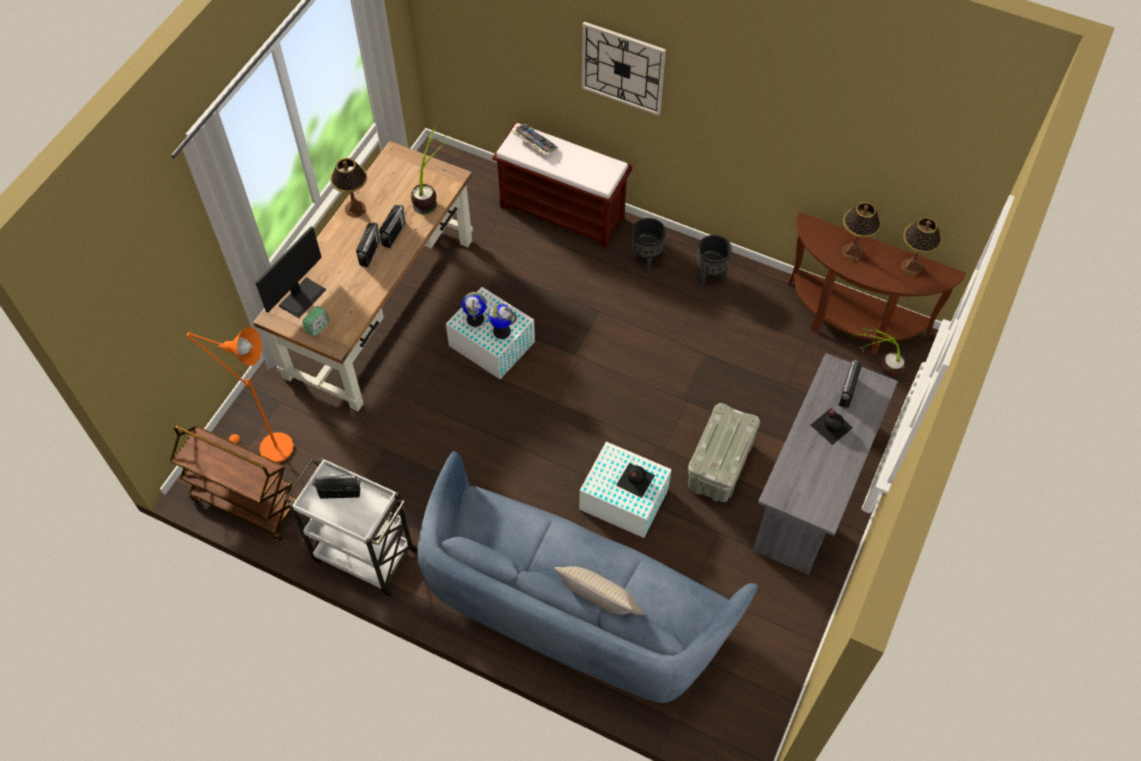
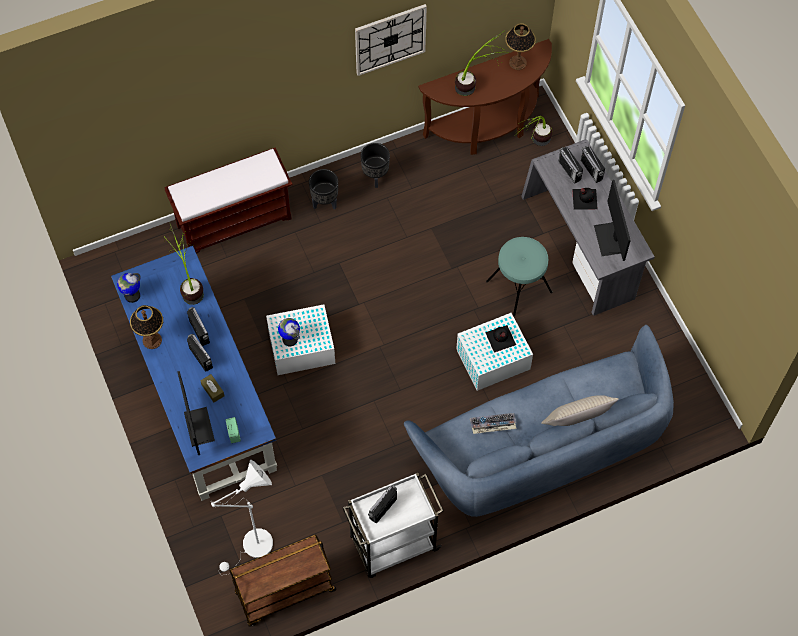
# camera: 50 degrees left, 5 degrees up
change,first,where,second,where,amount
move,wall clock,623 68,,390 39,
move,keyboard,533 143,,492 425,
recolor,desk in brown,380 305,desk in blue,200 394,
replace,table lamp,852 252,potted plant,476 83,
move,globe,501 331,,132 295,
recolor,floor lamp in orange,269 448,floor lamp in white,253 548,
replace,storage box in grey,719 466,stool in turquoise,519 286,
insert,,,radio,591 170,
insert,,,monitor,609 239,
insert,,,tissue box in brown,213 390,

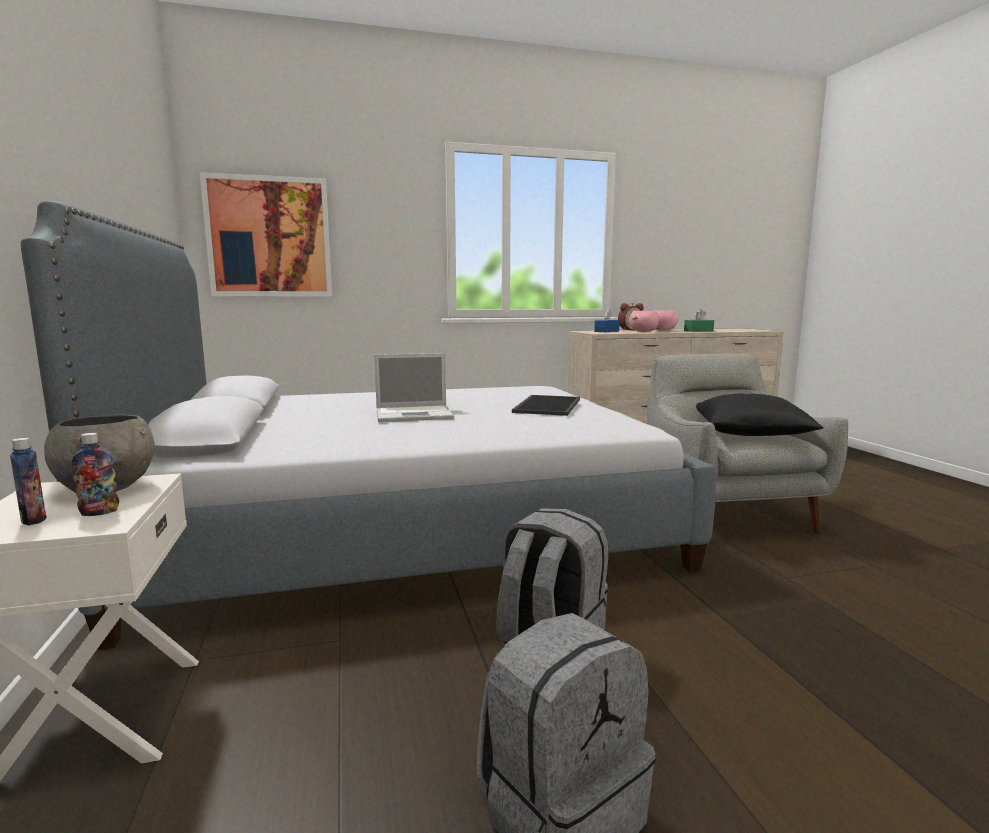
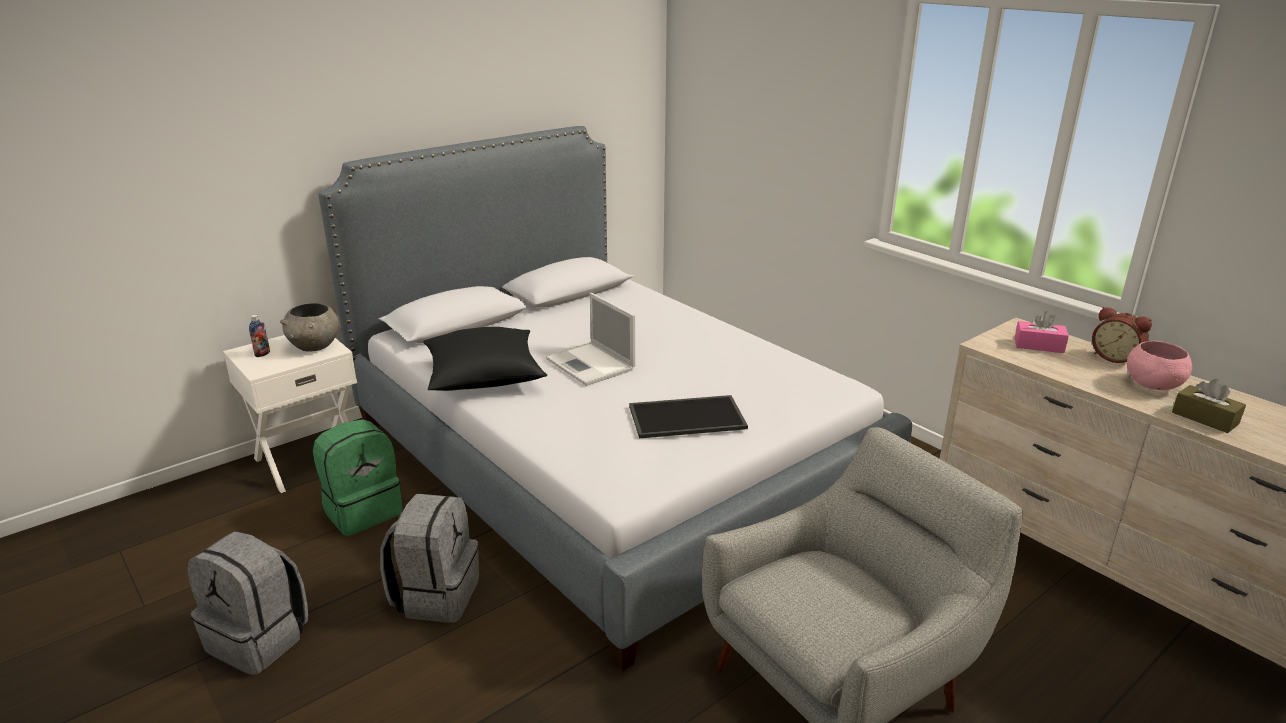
# camera: 65 degrees right, 15 degrees up
change,first,where,second,where,amount
delete,picture,269 237,,,
recolor,tissue box in blue,606 331,tissue box in pink,1038 345,
recolor,tissue box in green,698 331,tissue box in brown,1204 418,
delete,bowl in pink,643 332,,,
move,pillow in black,750 434,,484 377,
delete,bottle,99 512,,,
insert,,,backpack in green,363 511,

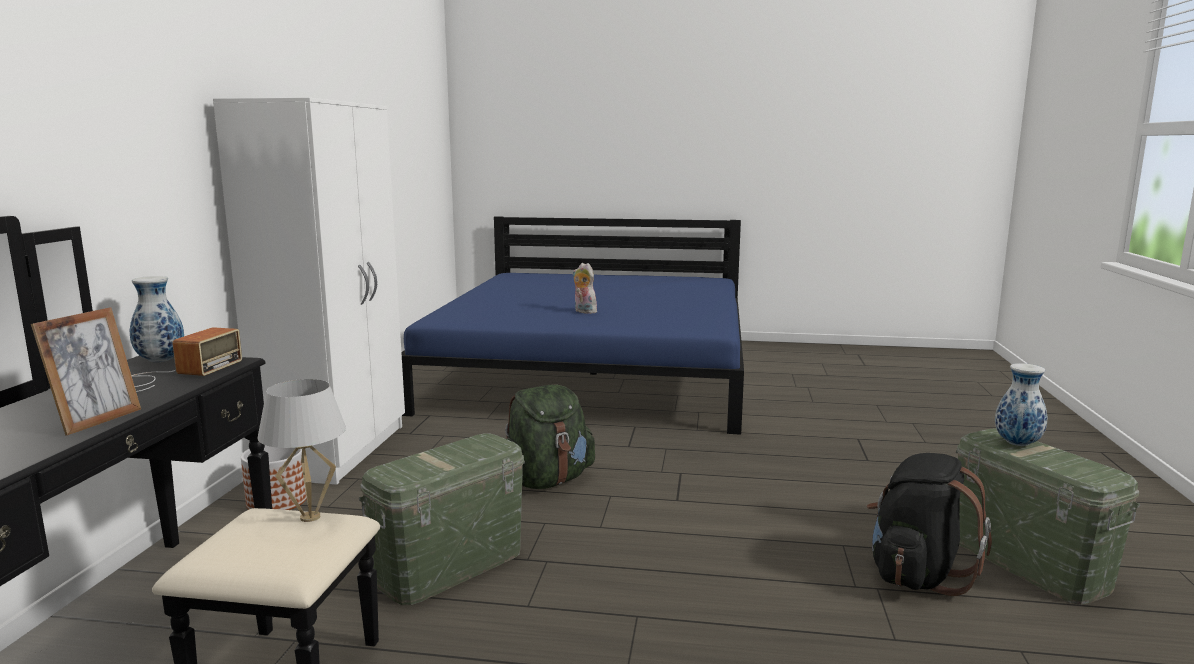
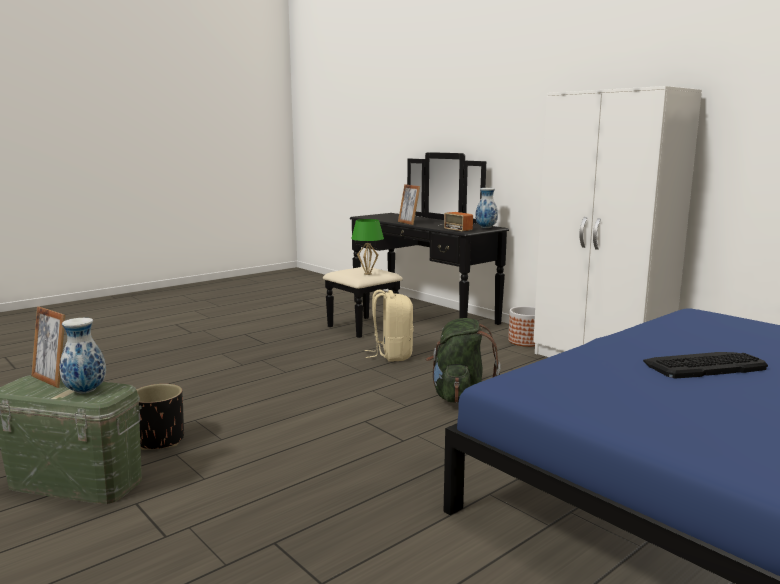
# camera: 130 degrees right, 0 degrees up
change,first,where,second,where,amount
replace,plush toy,583 311,keyboard,703 365,
recolor,table lamp in white,310 517,table lamp in green,367 274,
replace,storage box in green,450 567,backpack in beige,392 355,
replace,backpack in black,916 574,planter in black,160 440,
insert,,,picture frame,52 379,

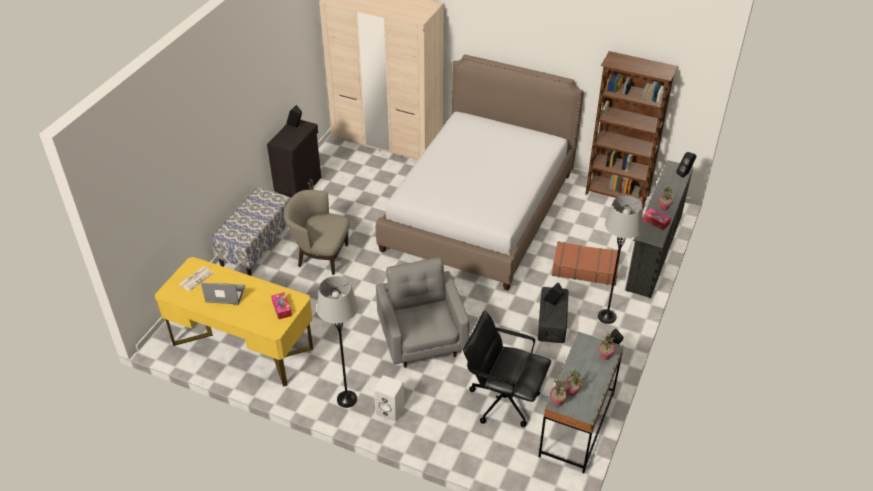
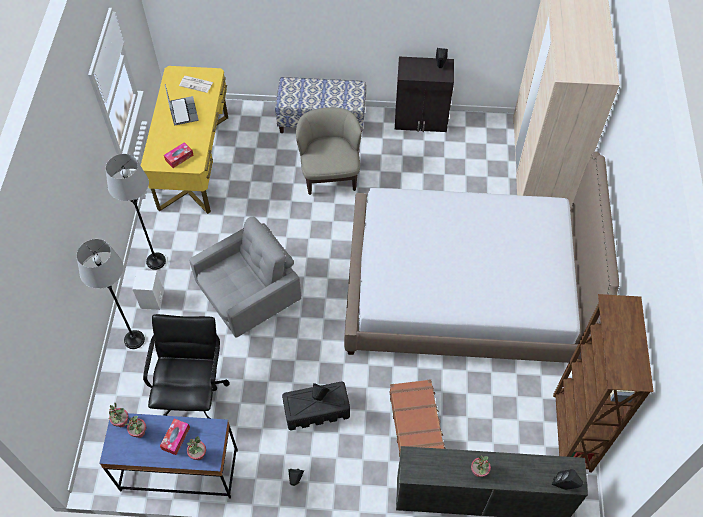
# camera: 70 degrees right, 15 degrees up
change,first,where,second,where,amount
move,floor lamp in grey,607 317,,134 340,
move,tissue box,656 222,,176 438,
recolor,desk in grey,576 425,desk in blue,179 470,

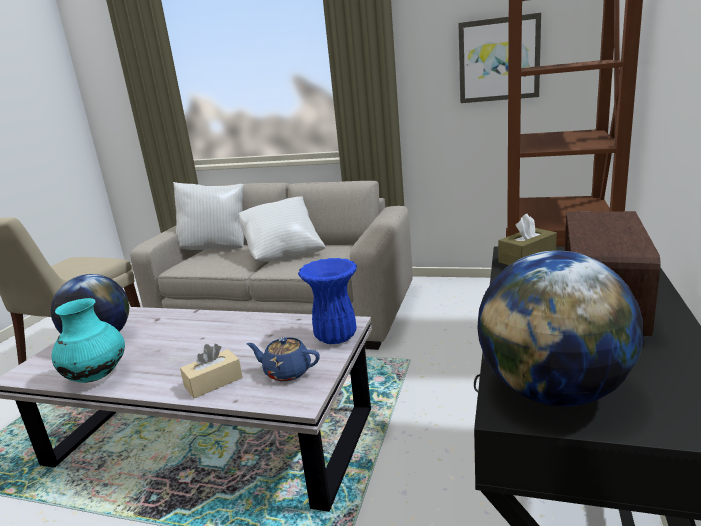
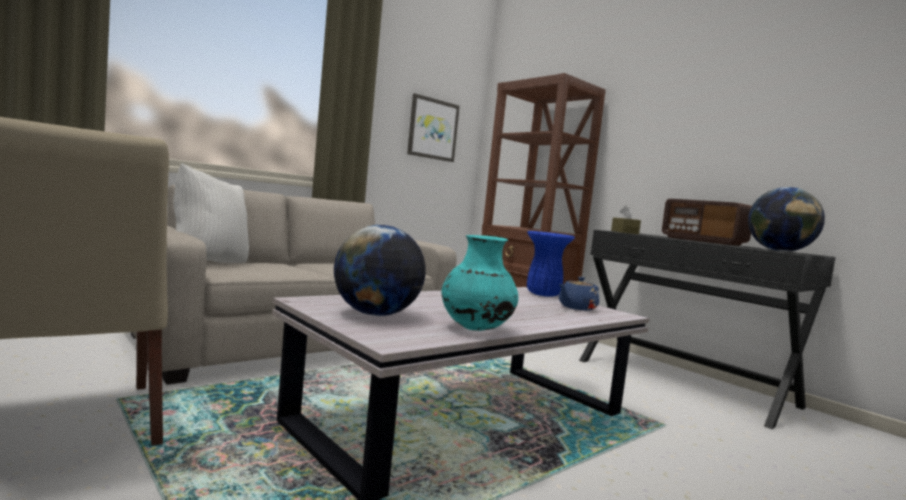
# camera: 60 degrees left, 15 degrees down
change,first,where,second,where,amount
delete,pillow in white,283 254,,,
delete,tissue box in beige,213 382,,,

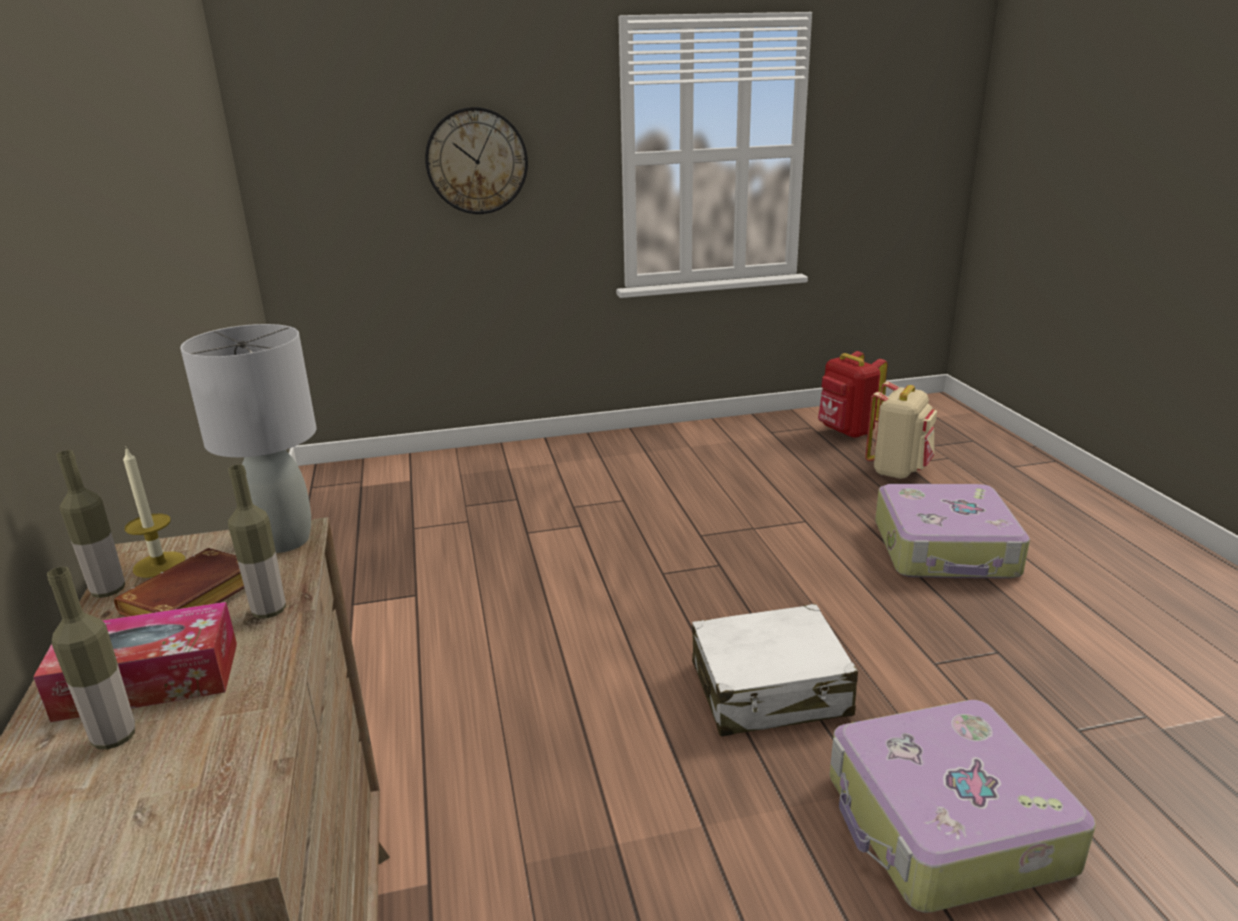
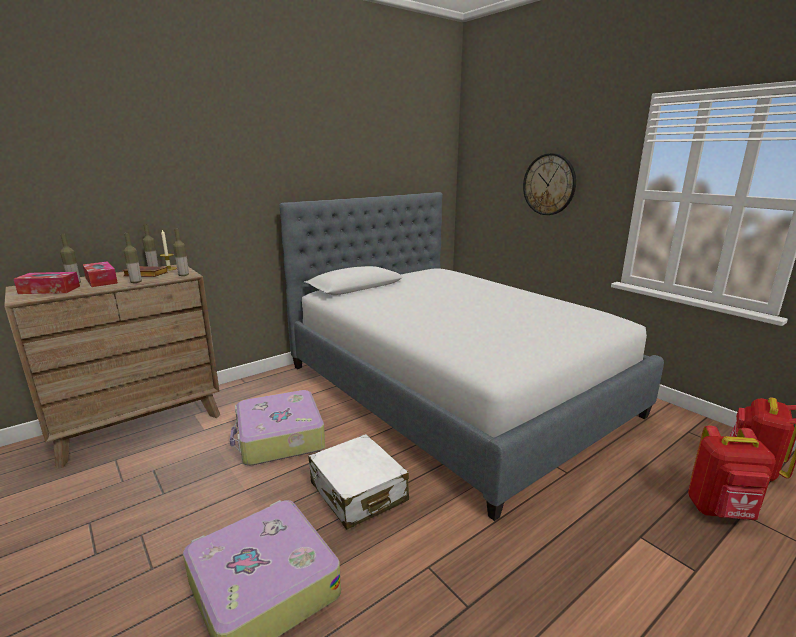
# camera: 65 degrees right, 5 degrees down
change,first,where,second,where,amount
replace,table lamp in grey,285 541,bottle,183 275,
recolor,backpack in beige,898 470,backpack in red,721 511,
move,suitcase,946 550,,279 438,
insert,,,bed,453 389,
insert,,,tissue box,49 290,

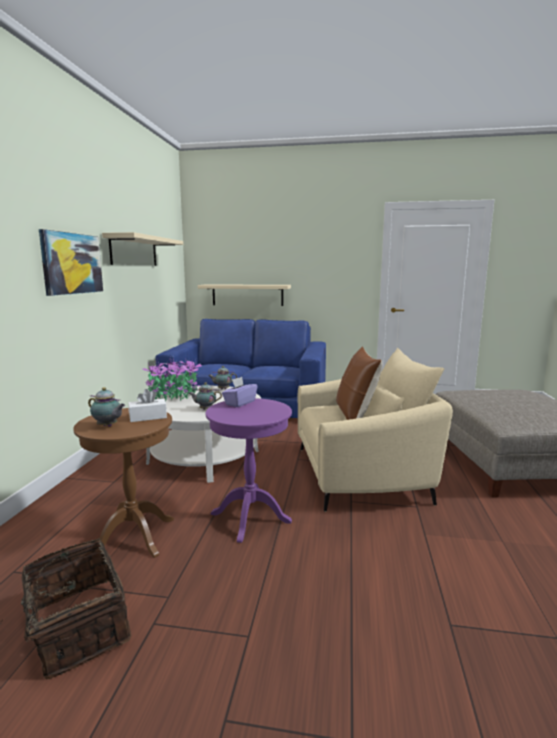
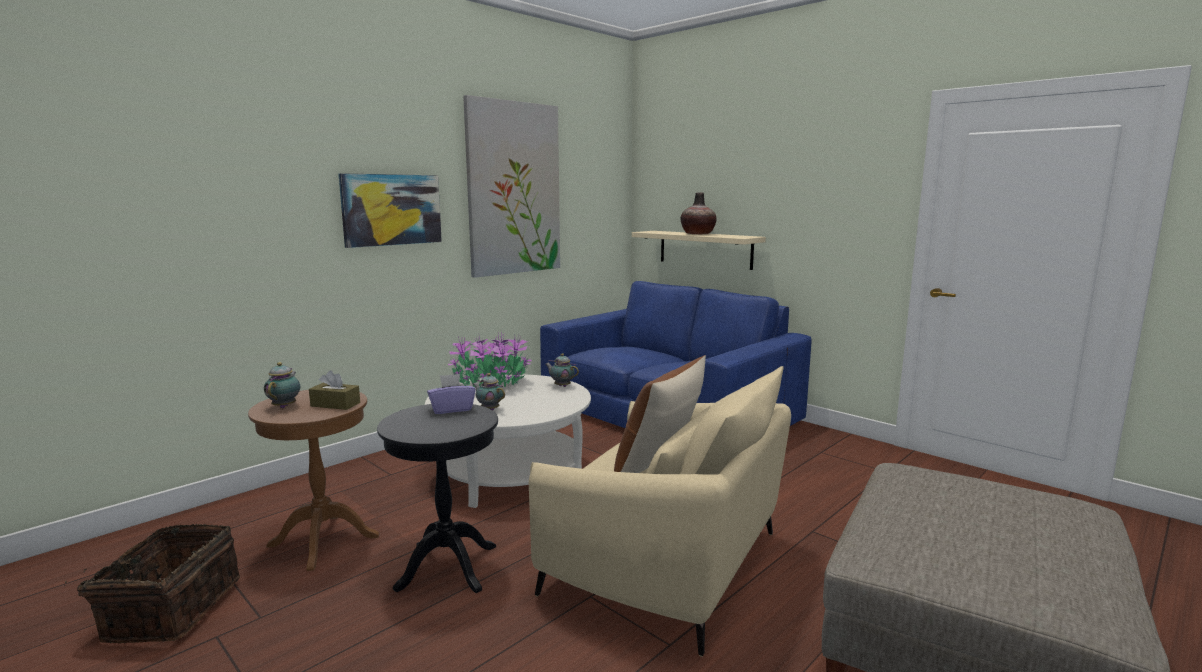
# camera: 35 degrees right, 0 degrees up
change,first,where,second,where,amount
replace,shelf in beige,134 251,picture,514 189,
rotate,teapot,108 426,,285 406,150 degrees counterclockwise
recolor,tissue box in white,148 417,tissue box in brown,335 404,
recolor,side table in purple,250 517,side table in black,447 567,
insert,,,vase,697 234,

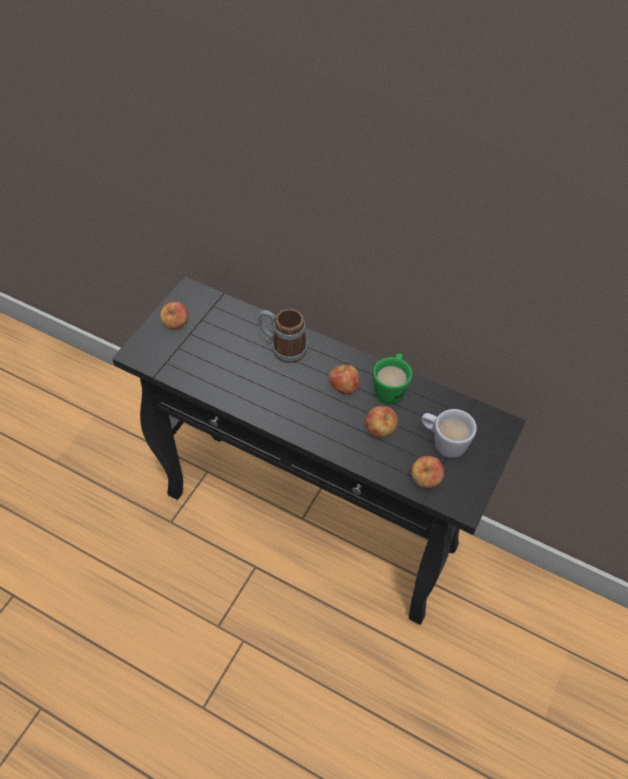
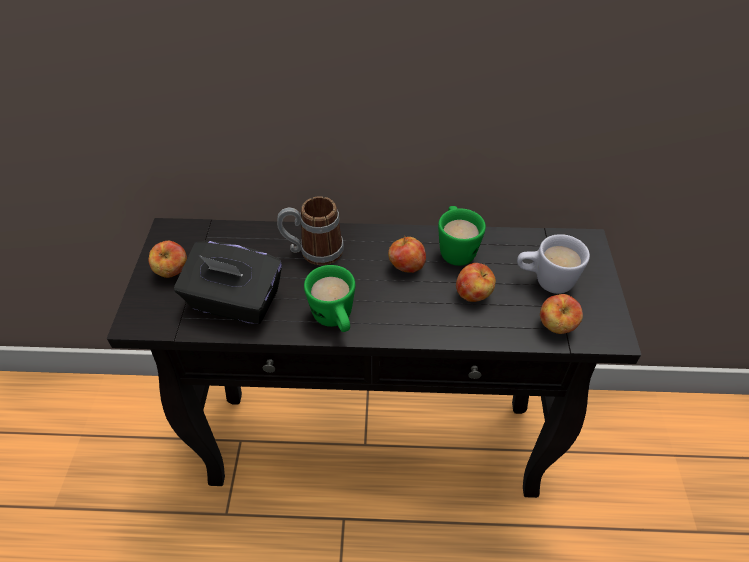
# camera: 25 degrees left, 5 degrees down
change,first,where,second,where,amount
insert,,,tissue box in black,234 302,
insert,,,mug in green,335 321,

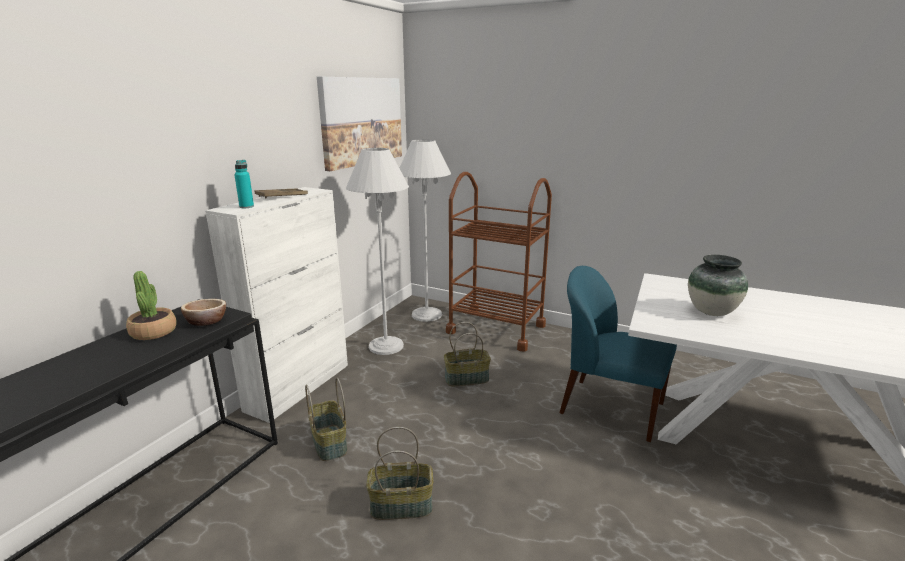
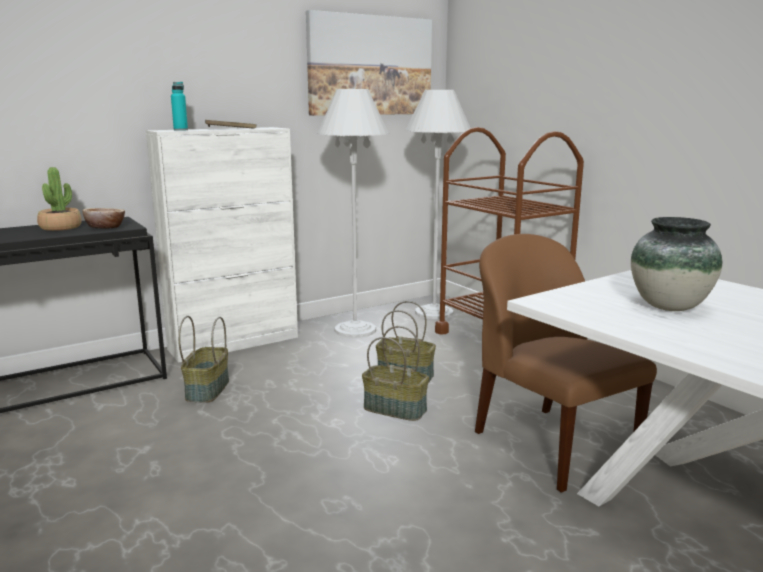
# camera: 30 degrees right, 5 degrees down
change,first,where,second,where,amount
recolor,chair in blue,609 408,chair in brown,550 445,
move,basket,402 505,,396 409,

